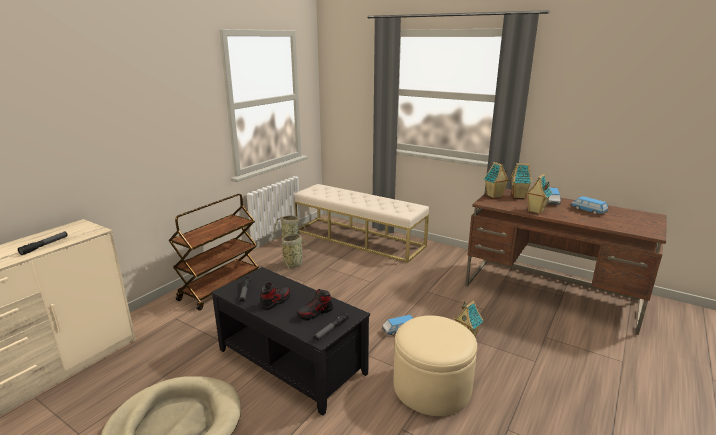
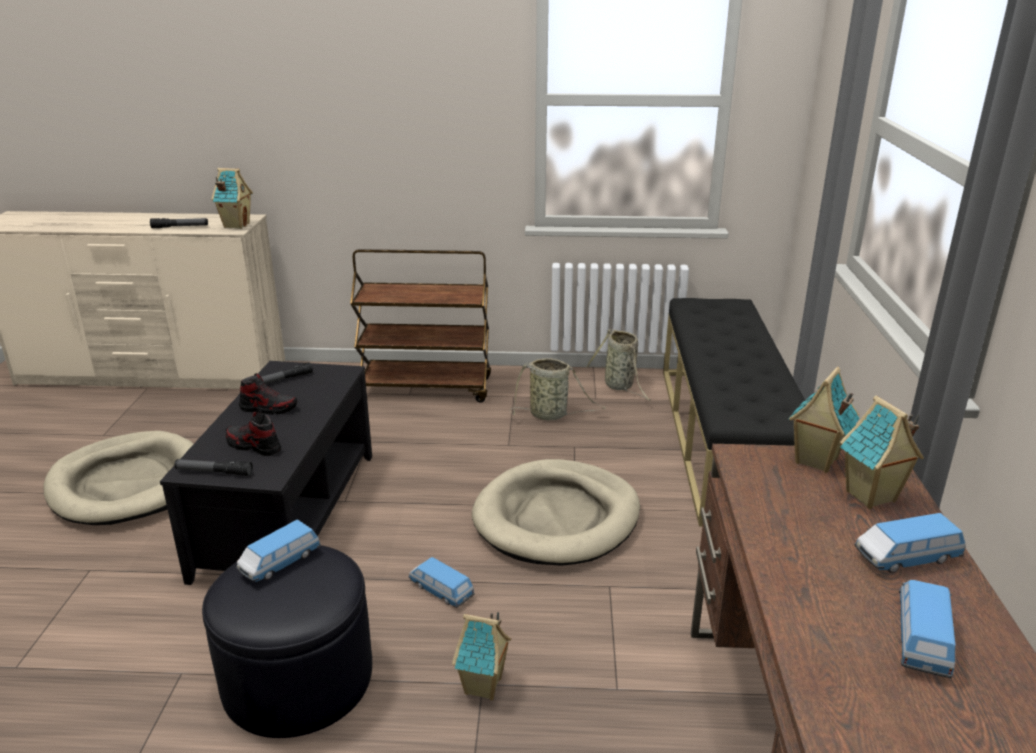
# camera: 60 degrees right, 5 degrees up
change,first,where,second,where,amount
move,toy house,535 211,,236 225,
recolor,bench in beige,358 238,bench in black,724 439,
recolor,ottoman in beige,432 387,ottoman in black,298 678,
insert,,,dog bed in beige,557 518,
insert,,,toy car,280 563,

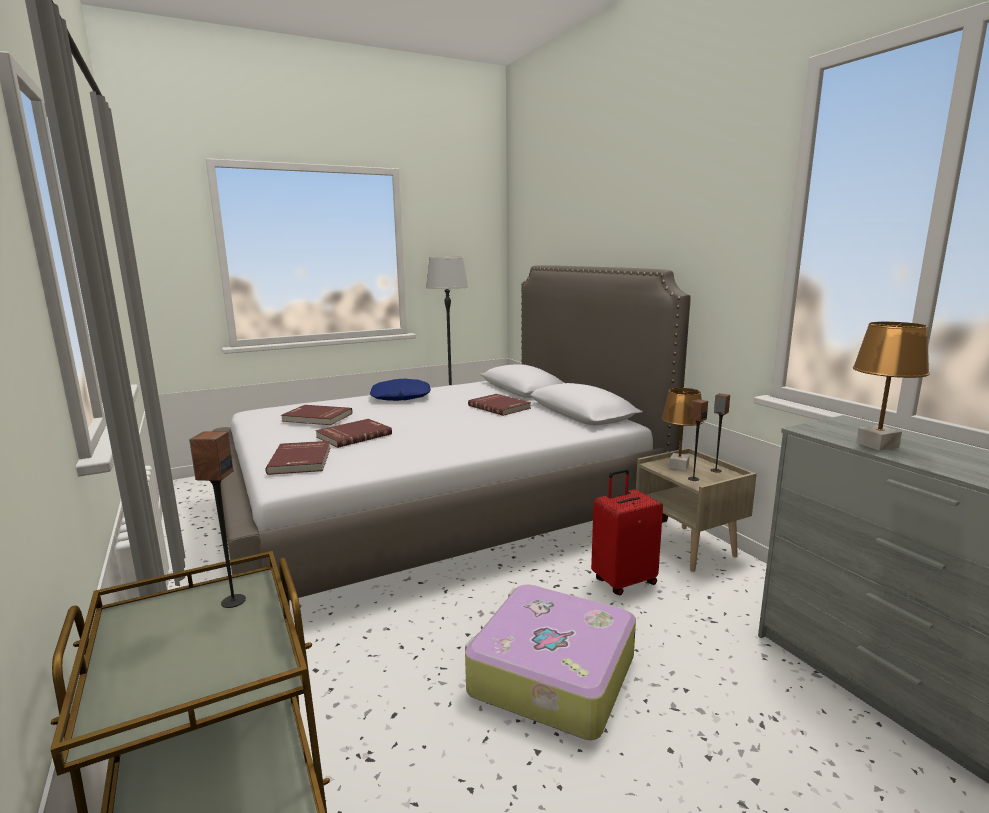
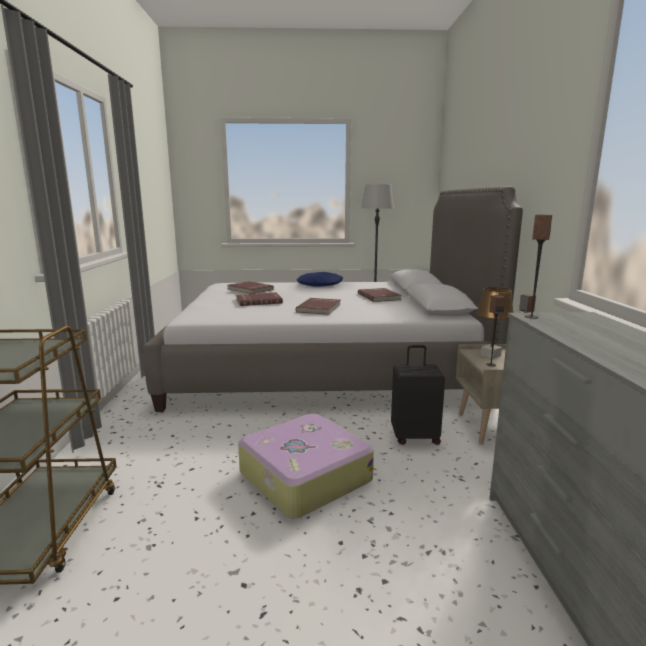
# camera: 25 degrees right, 0 degrees up
change,first,where,second,where,amount
delete,table lamp in brown,877 445,,,
move,speaker,233 601,,531 317,
move,book in red,302 460,,320 308,
recolor,suitcase in red,623 581,suitcase in black,415 437,

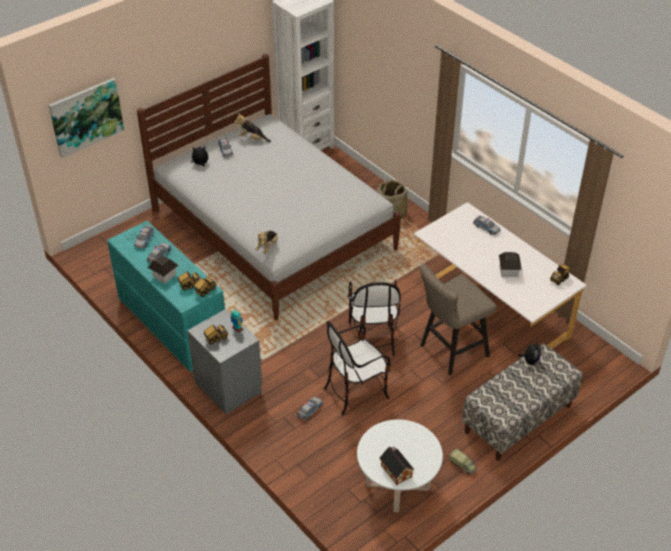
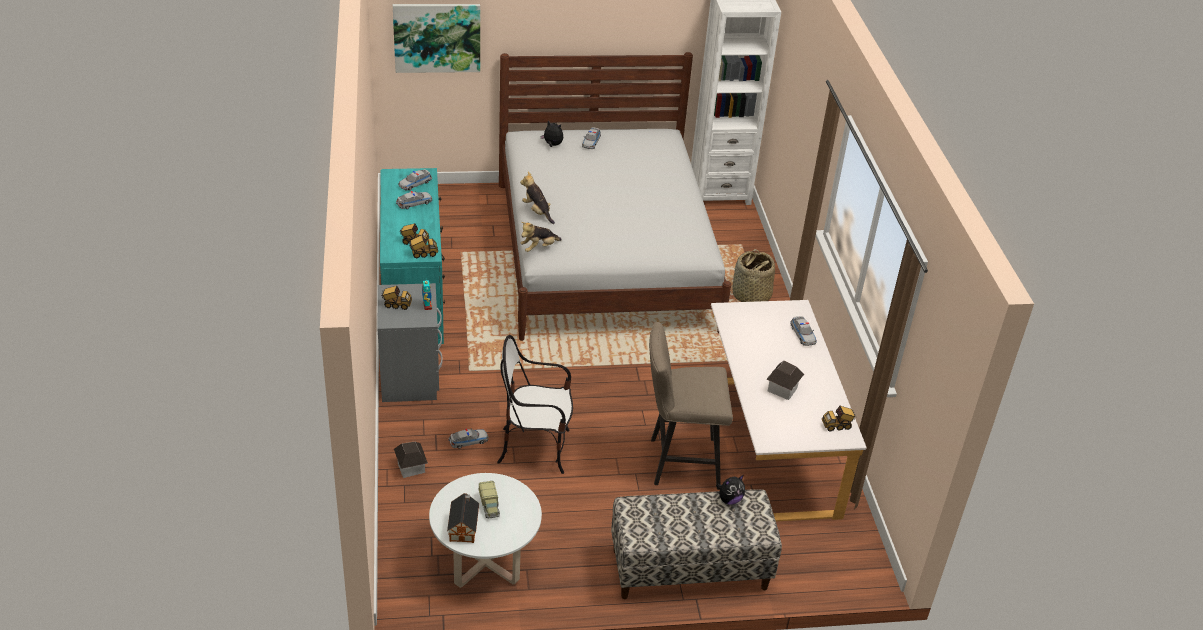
# camera: 30 degrees right, 5 degrees down
change,first,where,second,where,amount
move,plush toy,252 138,,537 212,
move,toy house,164 275,,411 467,
delete,chair,372 337,,,
move,toy truck,462 465,,489 505,

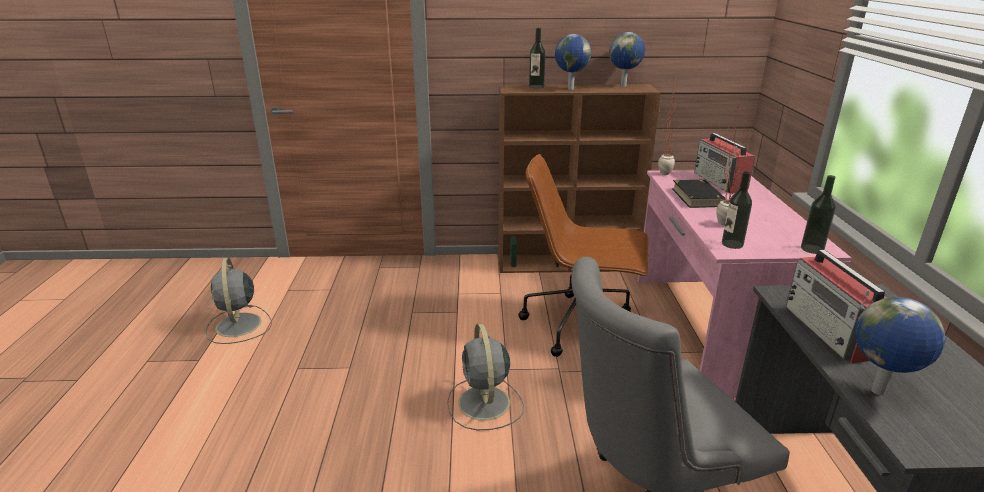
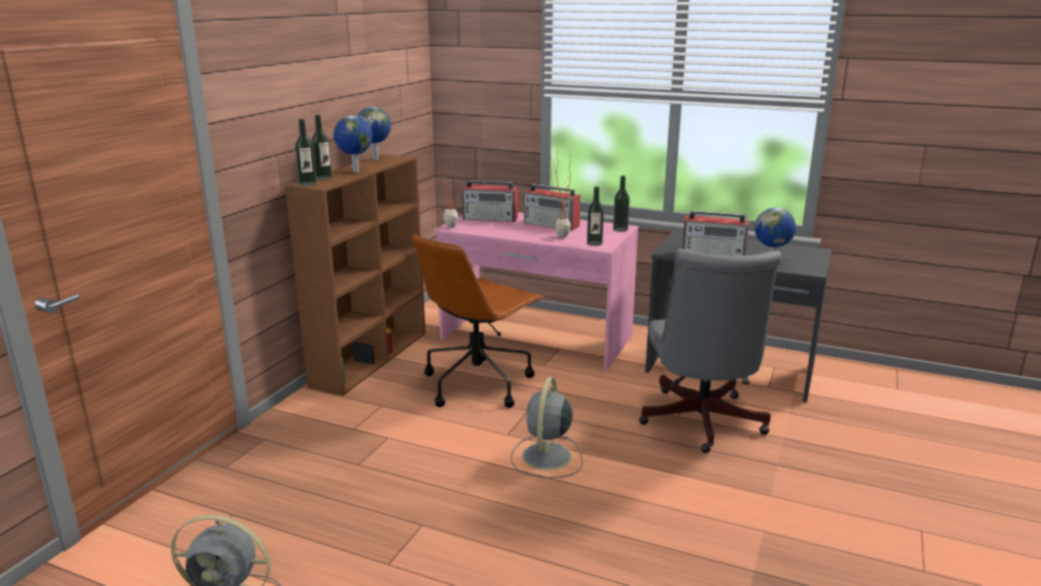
# camera: 65 degrees left, 5 degrees down
change,first,where,second,where,amount
delete,book in black,697 197,,,
rotate,fan in grey,484 404,,546 457,90 degrees clockwise
insert,,,bottle,308 184,
insert,,,radio,552 225,

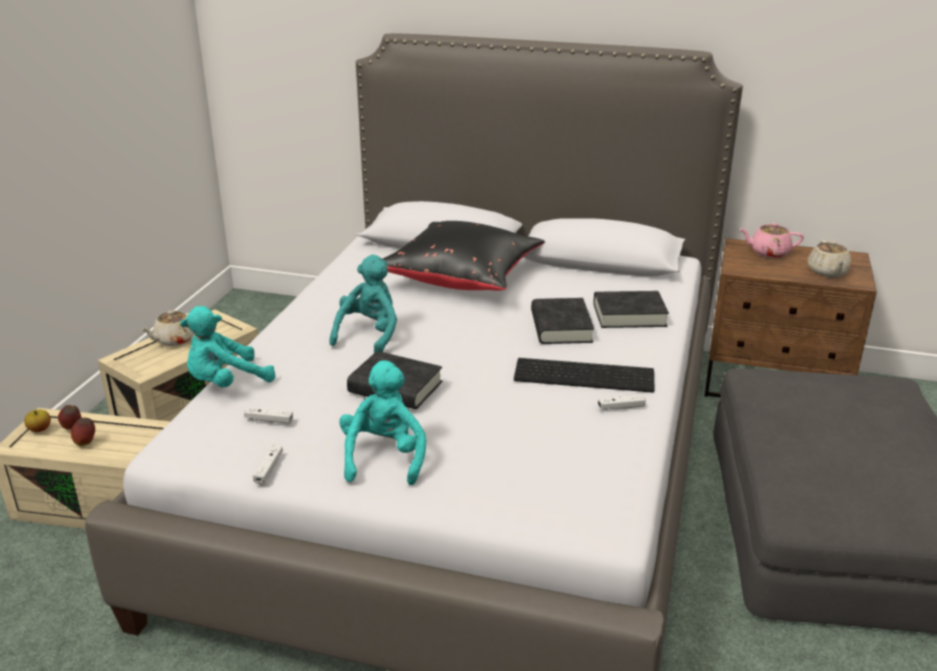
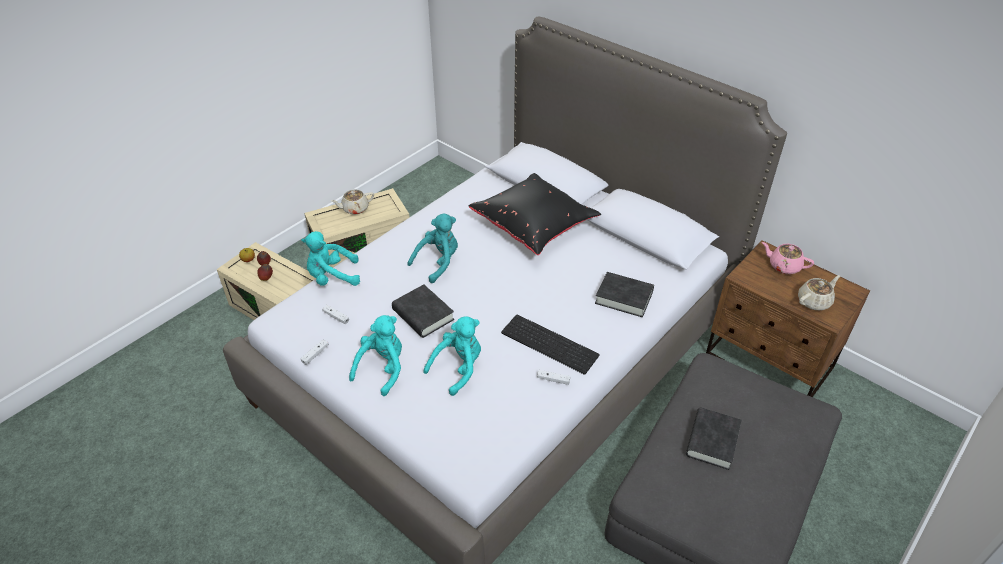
# camera: 25 degrees right, 15 degrees up
change,first,where,second,where,amount
rotate,teapot in beige,827 272,,814 301,150 degrees counterclockwise
move,book in black,561 327,,712 441,
insert,,,plush toy in turquoise,458 368,

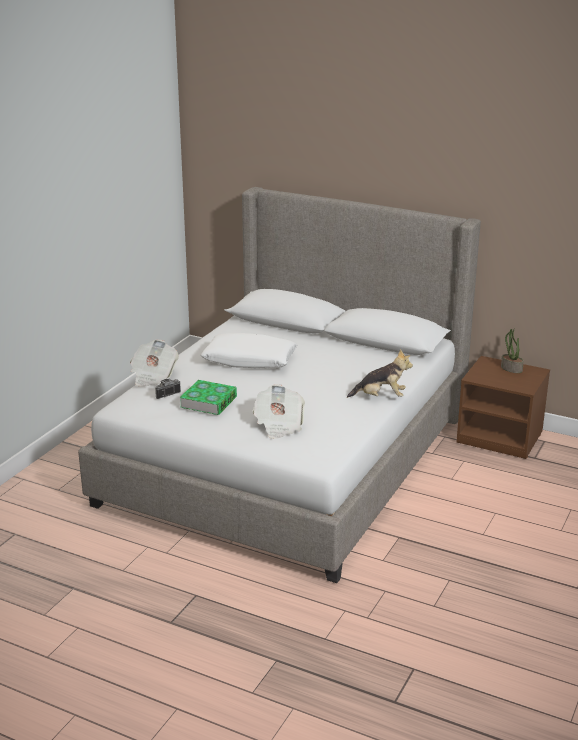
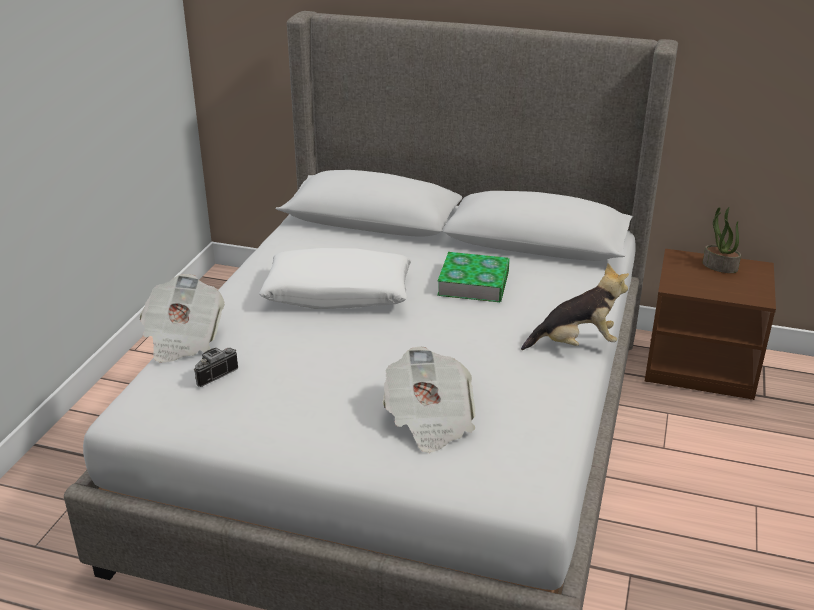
# camera: 10 degrees left, 5 degrees up
change,first,where,second,where,amount
move,book,208 402,,473 283,

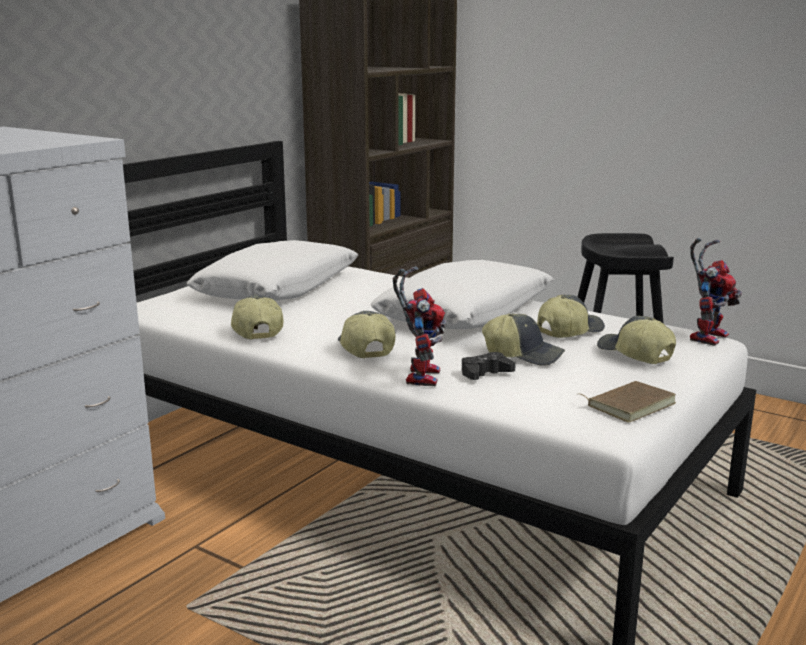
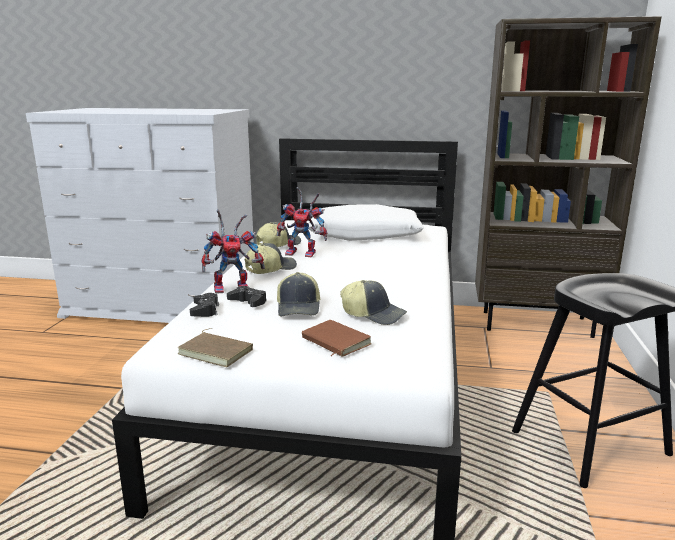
# camera: 65 degrees right, 0 degrees up
change,first,where,second,where,amount
move,toy robot,706 336,,304 253,
delete,pillow in white,465 313,,,
replace,cap,634 355,book in brown,334 342,
insert,,,game controller in black,205 310,

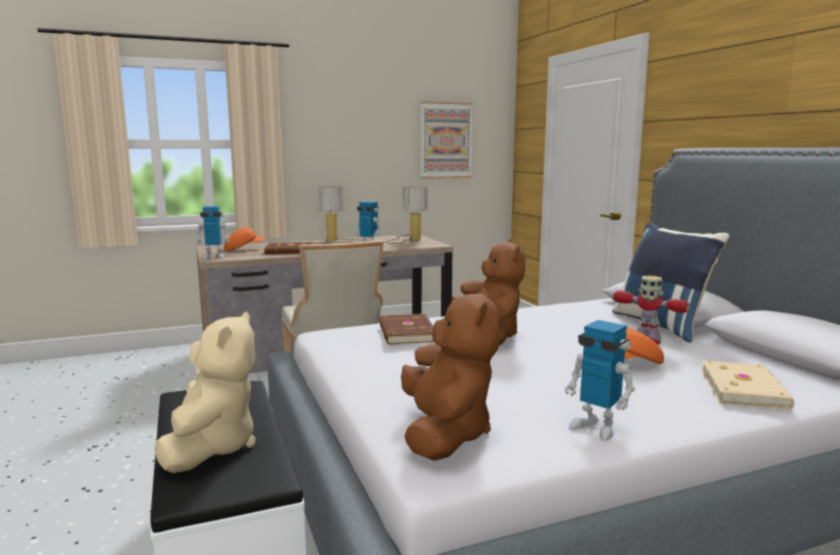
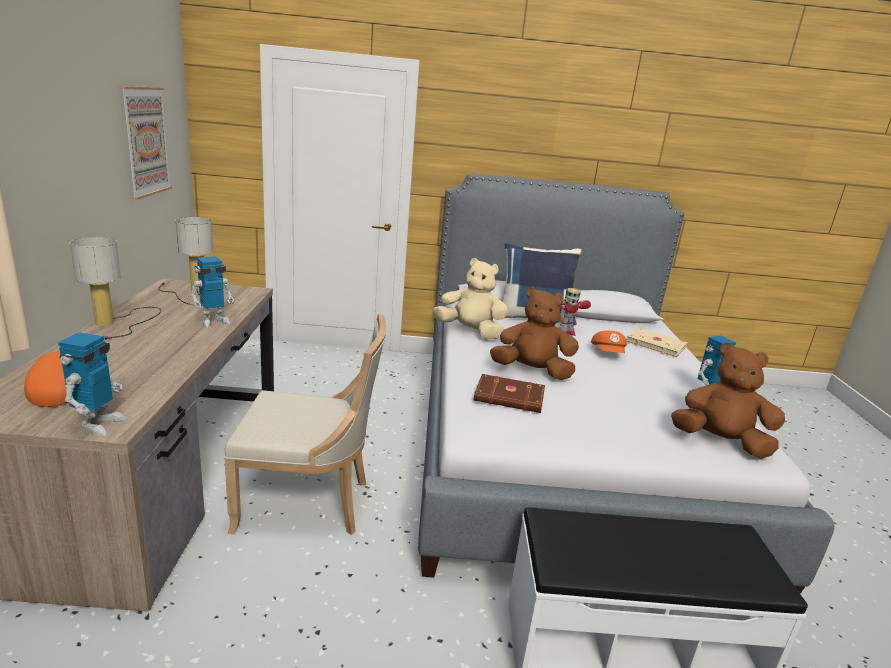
# camera: 70 degrees left, 10 degrees up
change,first,where,second,where,amount
delete,book in brown,291 251,,,
move,plush toy in beige,212 447,,470 332,

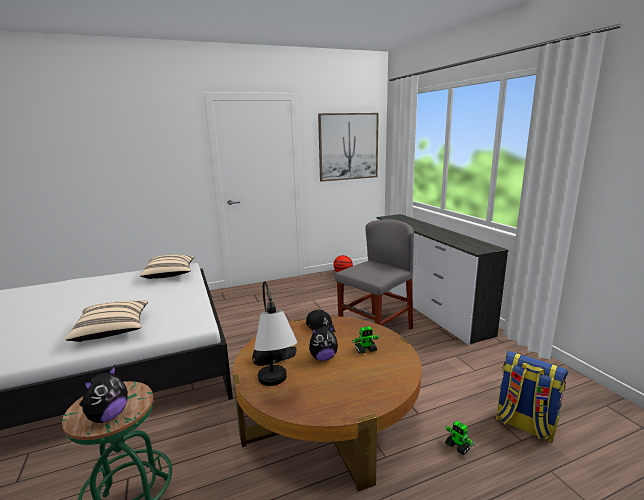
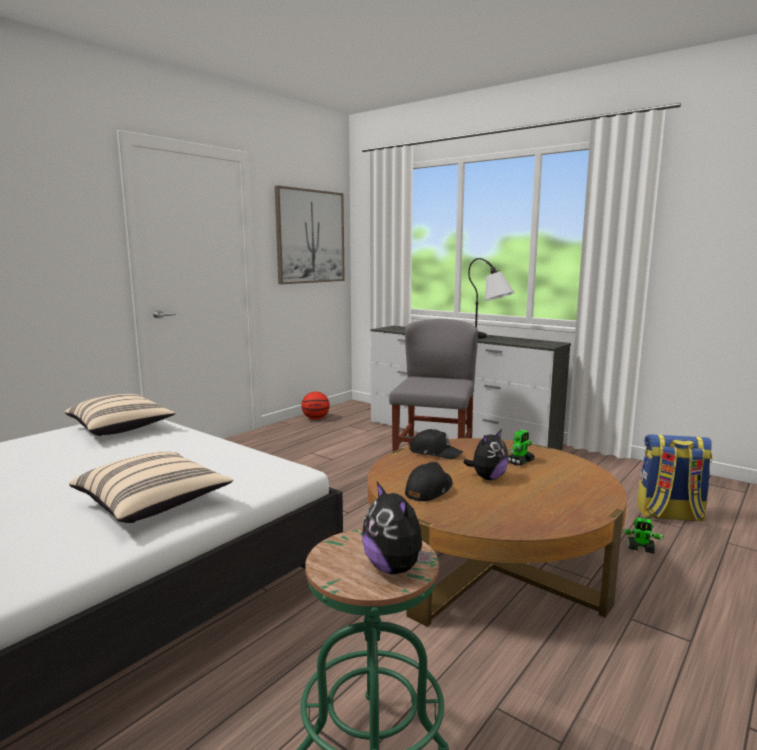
# camera: 30 degrees left, 5 degrees down
change,first,where,second,where,amount
move,table lamp,276 389,,488 338,
rotate,plush toy,108 416,,395 568,150 degrees clockwise

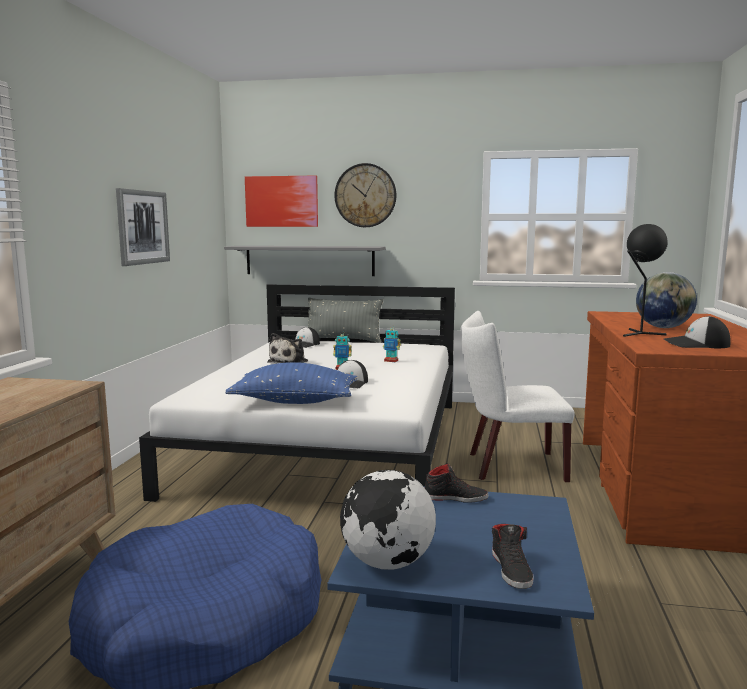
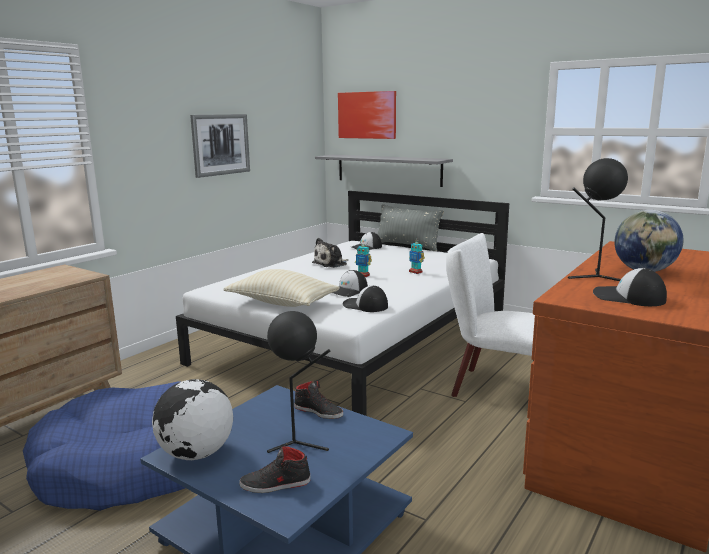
# camera: 25 degrees right, 5 degrees up
change,first,where,second,where,amount
delete,wall clock,365 195,,,
recolor,pillow in blue,295 402,pillow in beige,282 303,
rotate,shoe in black,512 570,,275 484,60 degrees clockwise
insert,,,cap,365 306,
insert,,,table lamp in black,298 443,

